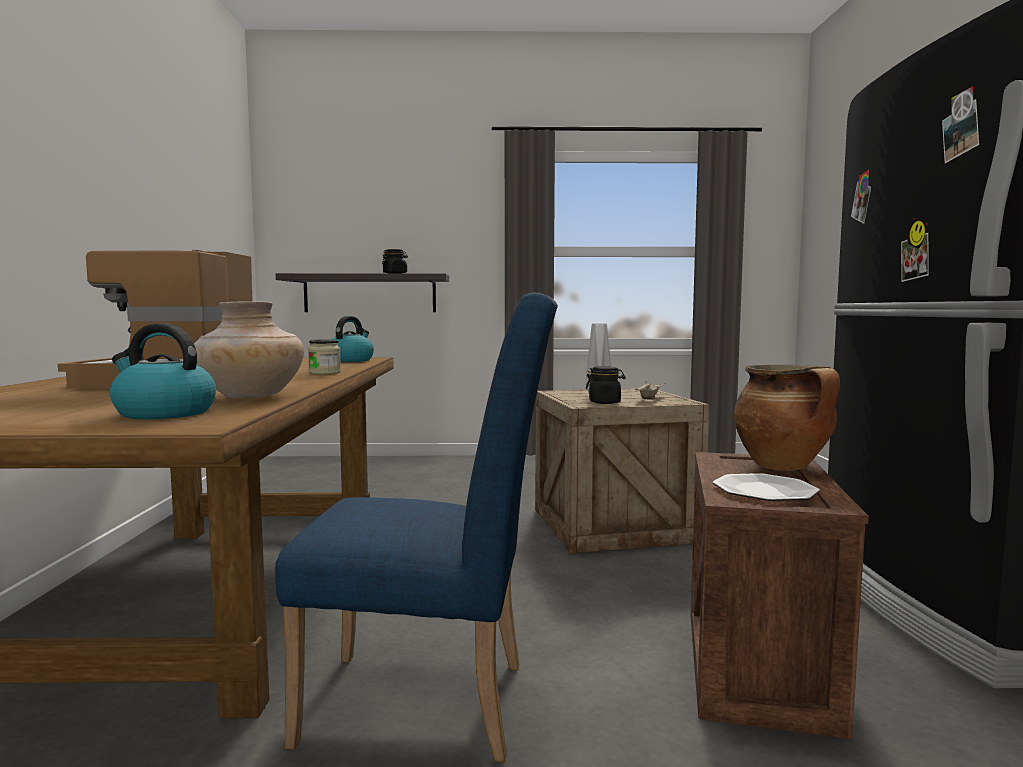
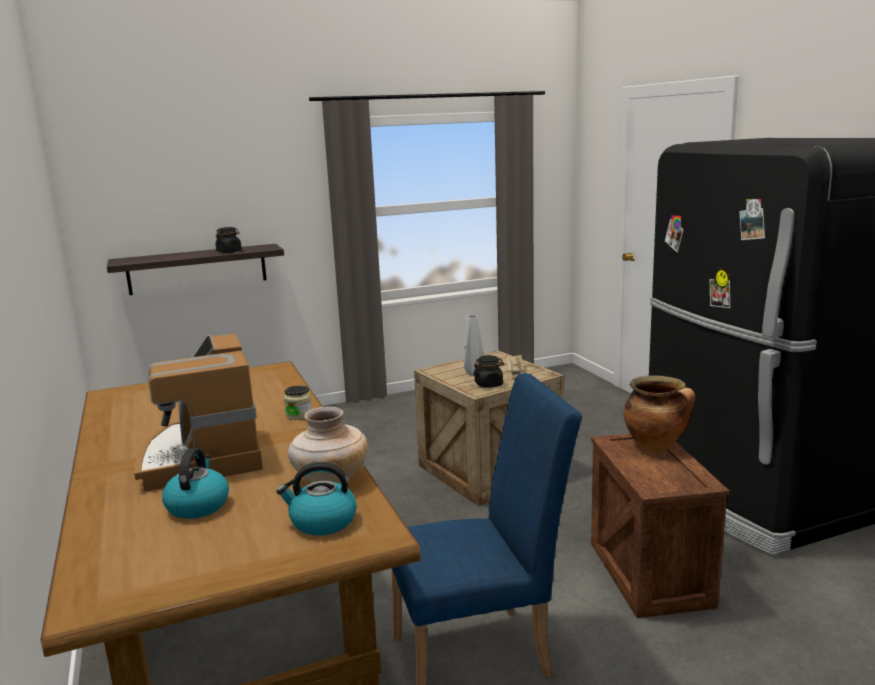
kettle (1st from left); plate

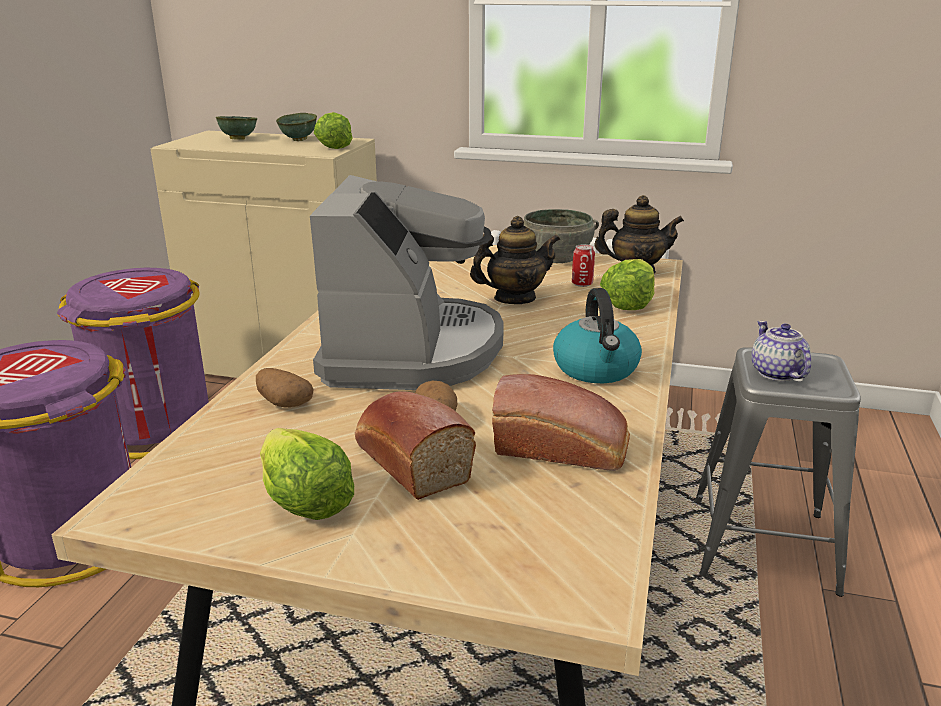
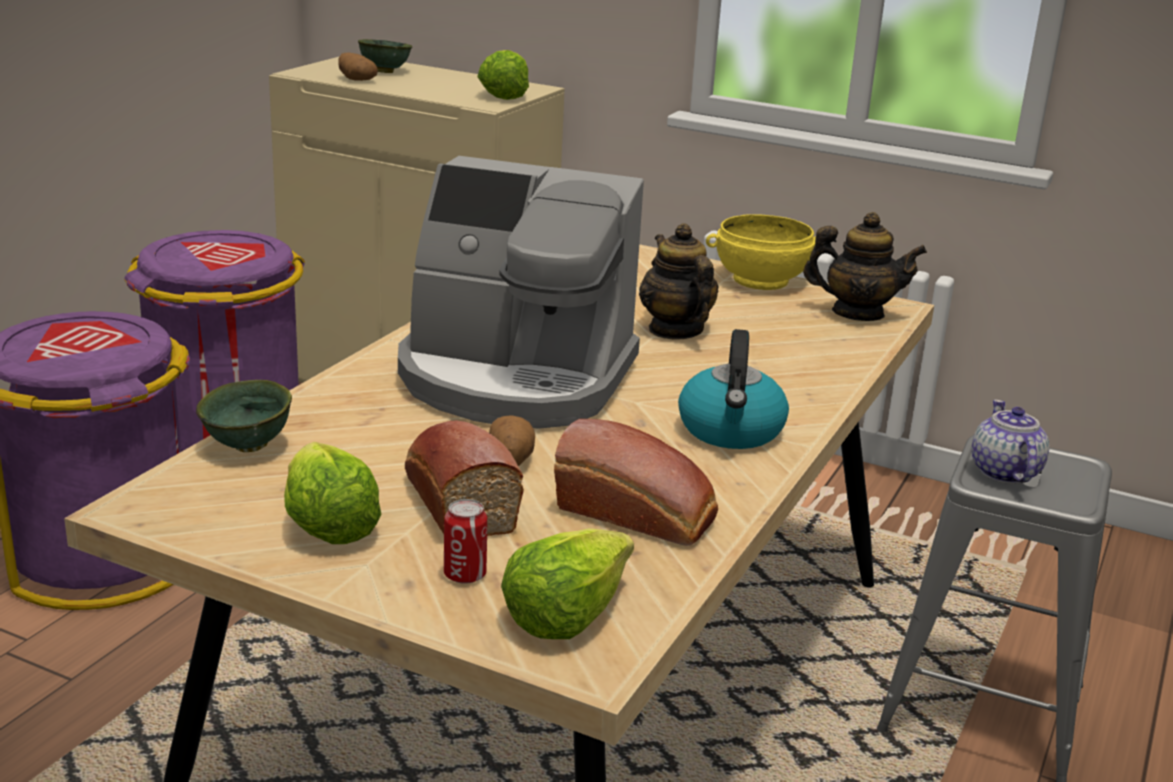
potato (1st from left); green bowl (1st from left); coffee machine; teapot (1st from left); yellow bowl; can; lettuce (3rd from left)

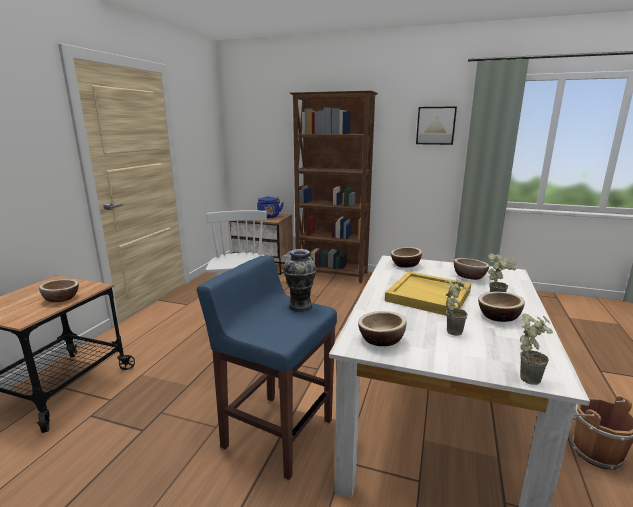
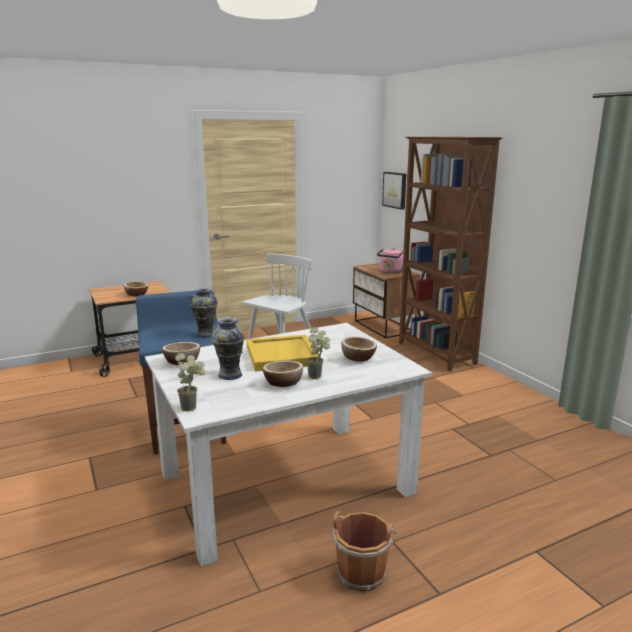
pink kettle; bowl (3rd from left in the first image); picture; vase (2nd from left)

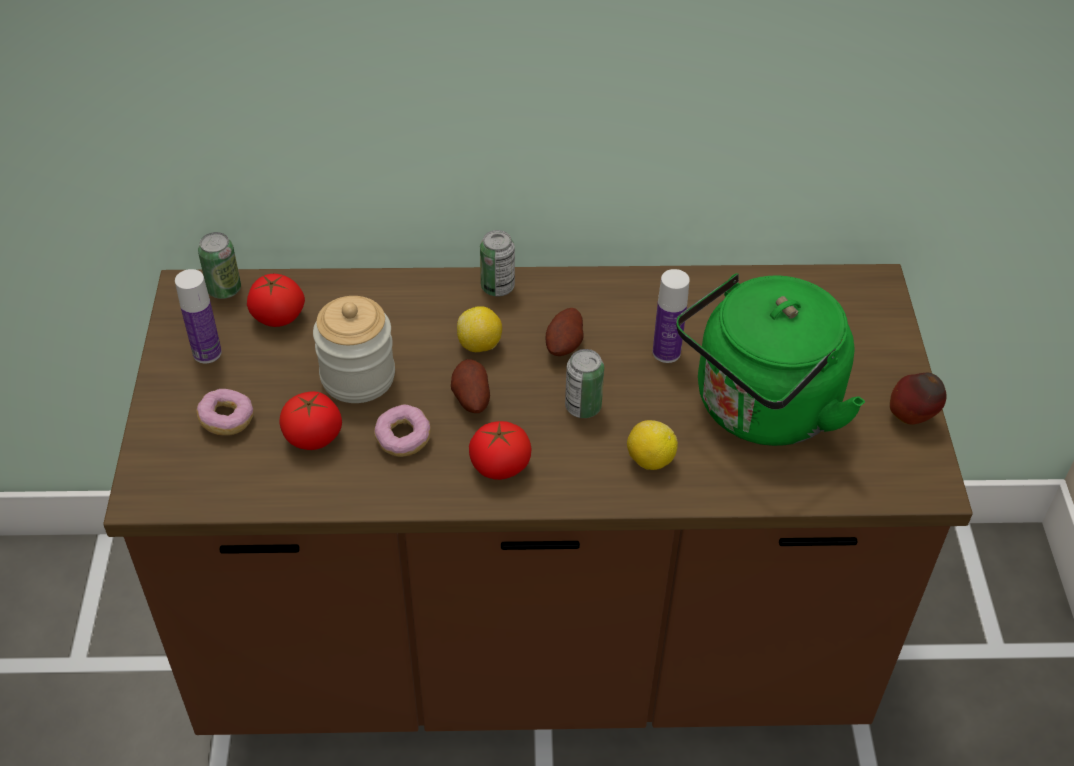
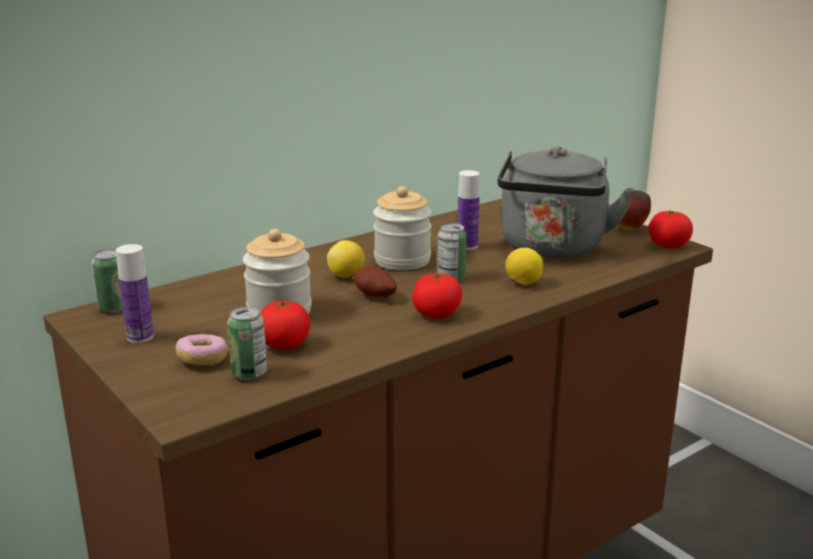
tomato (3rd from left); donut (2nd from left in the first image); can (2nd from left); jar (2nd from left); grey kettle

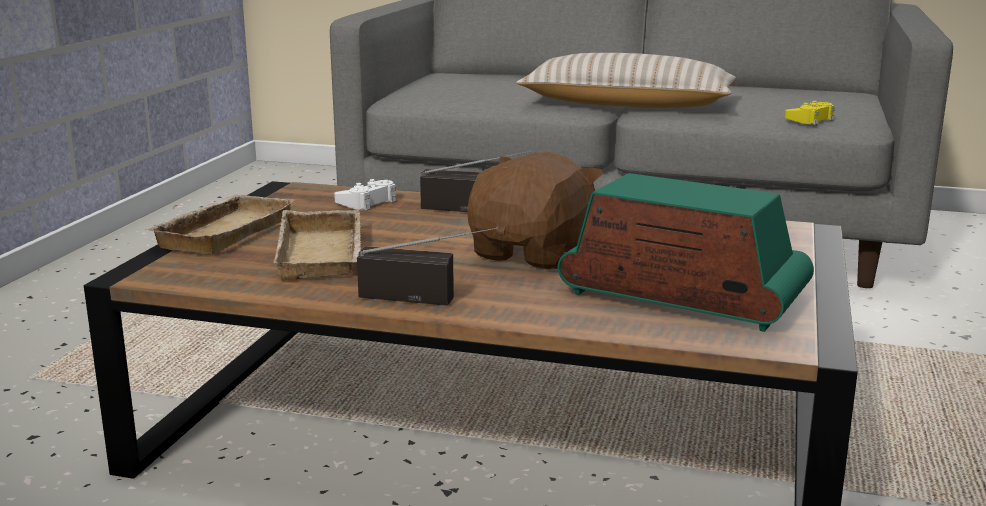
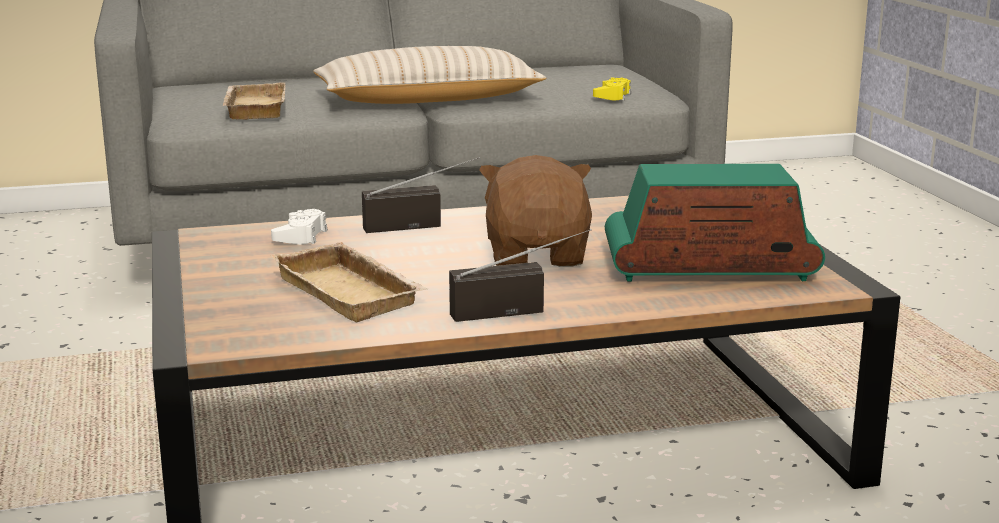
beige tray (1st from left)

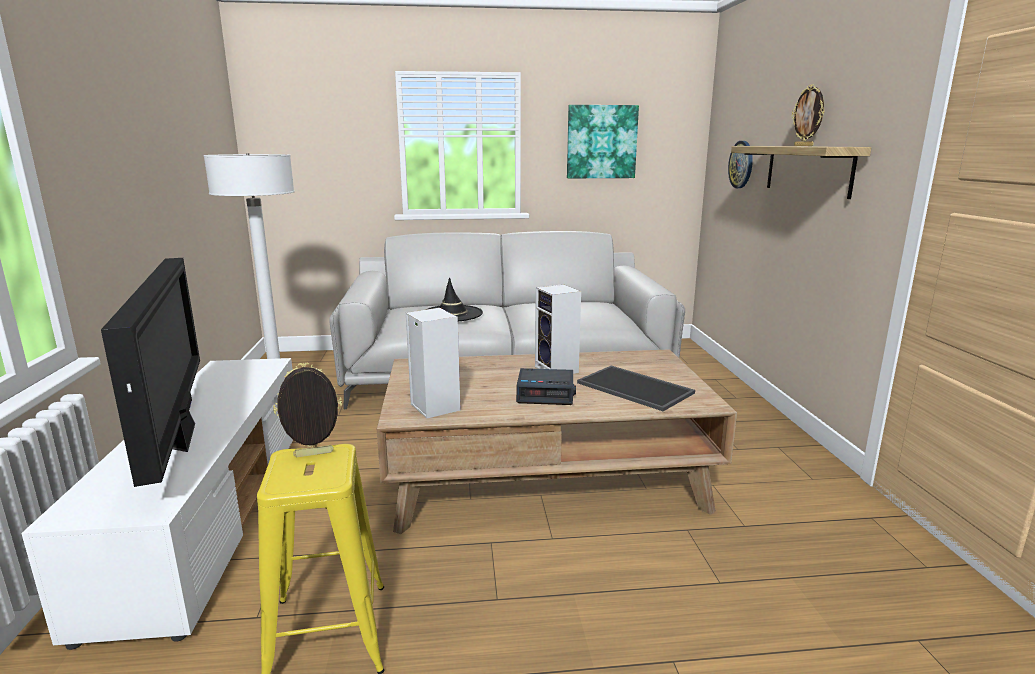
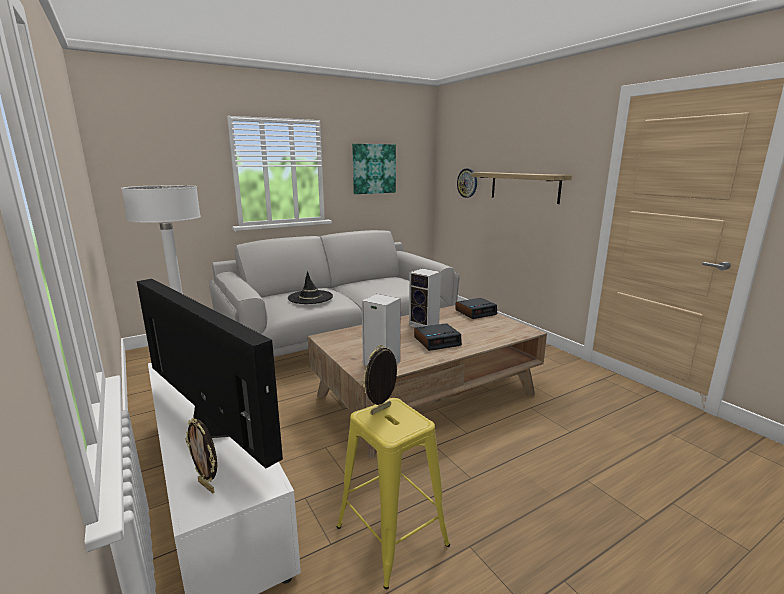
tray; picture frame (1st from left); alarm clock (2nd from left)

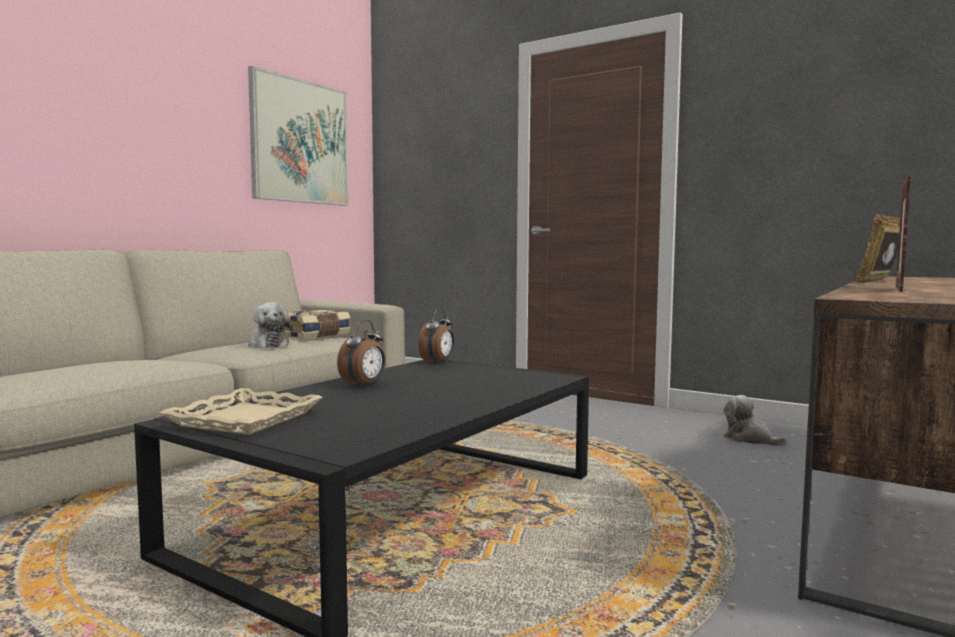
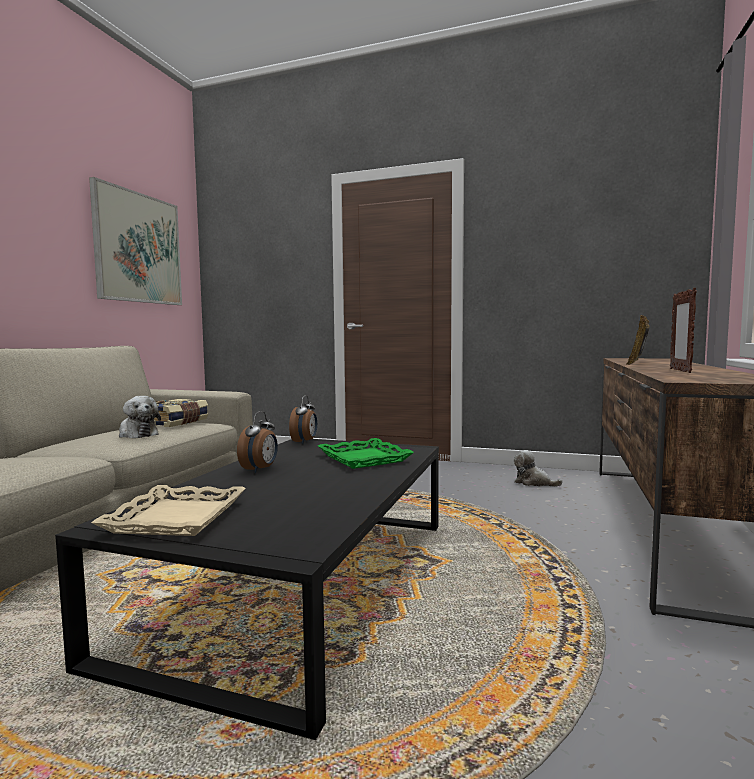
green tray

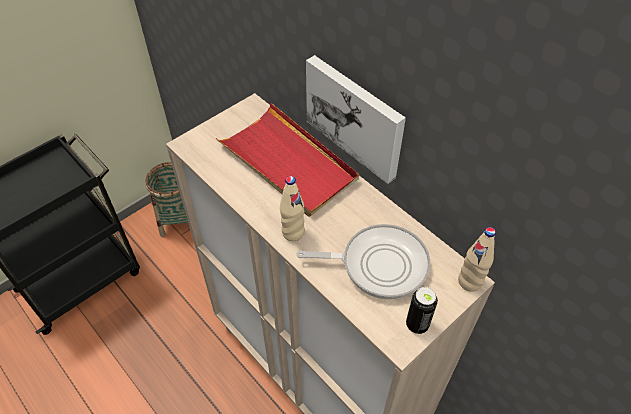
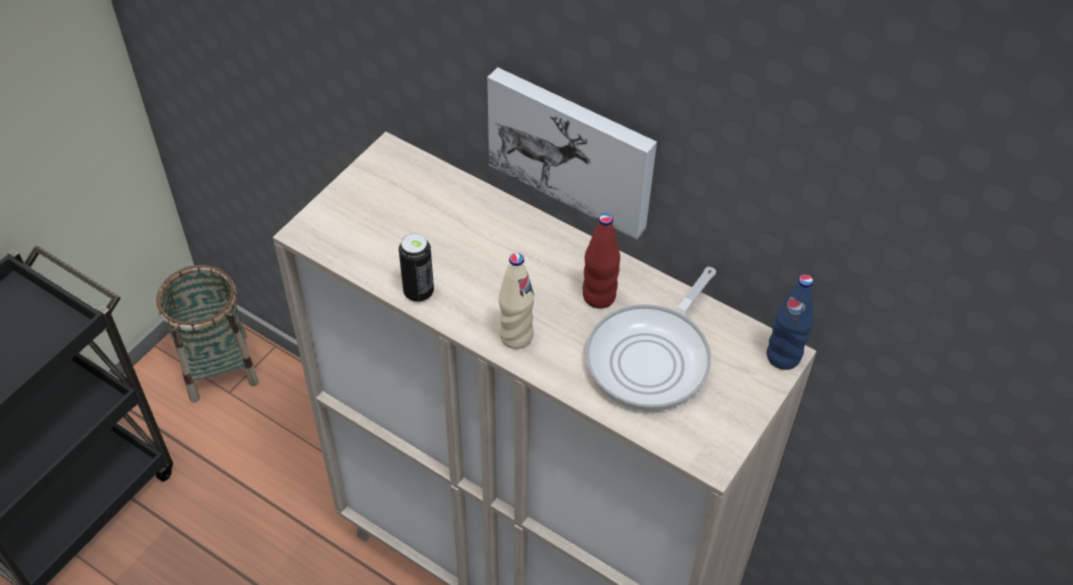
red tray; frying pan; can; blue bottle; red bottle

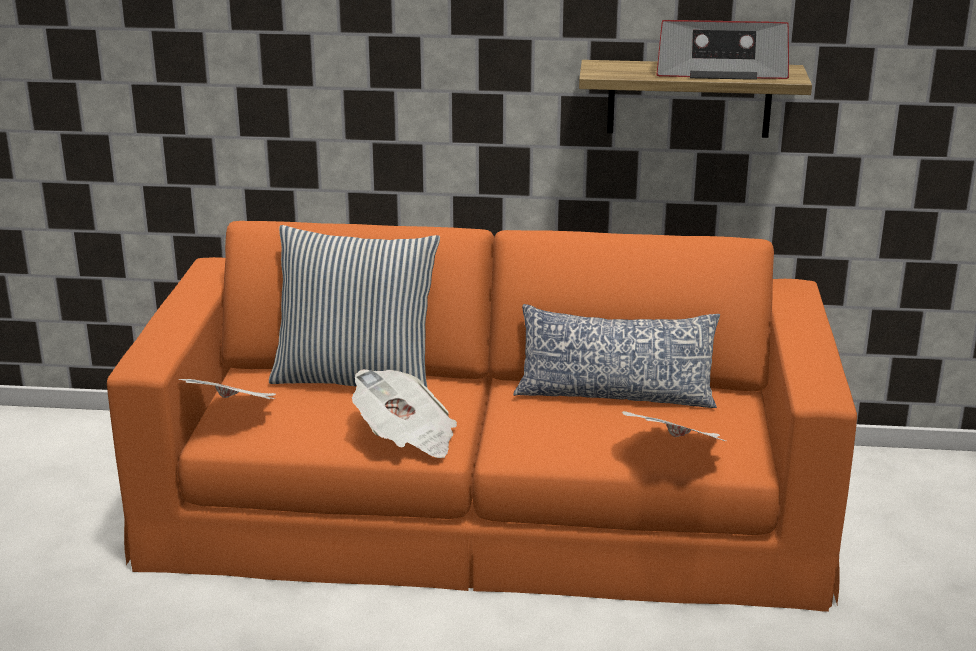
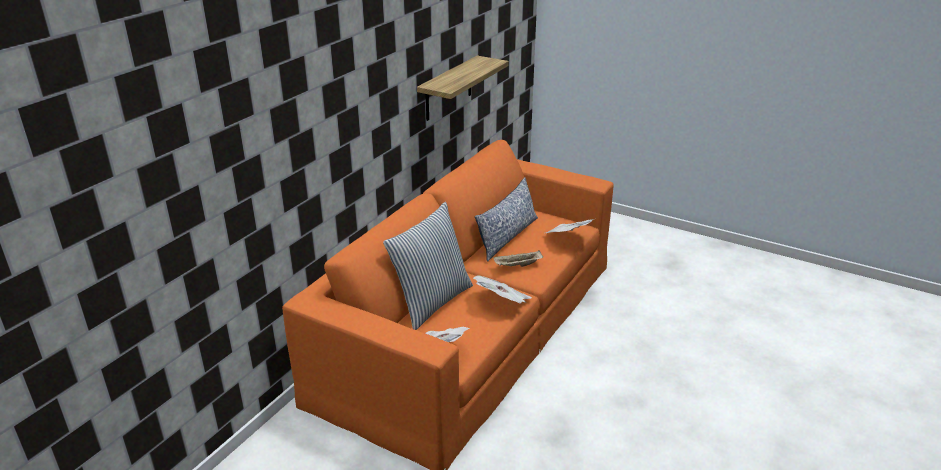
radio; beige tray

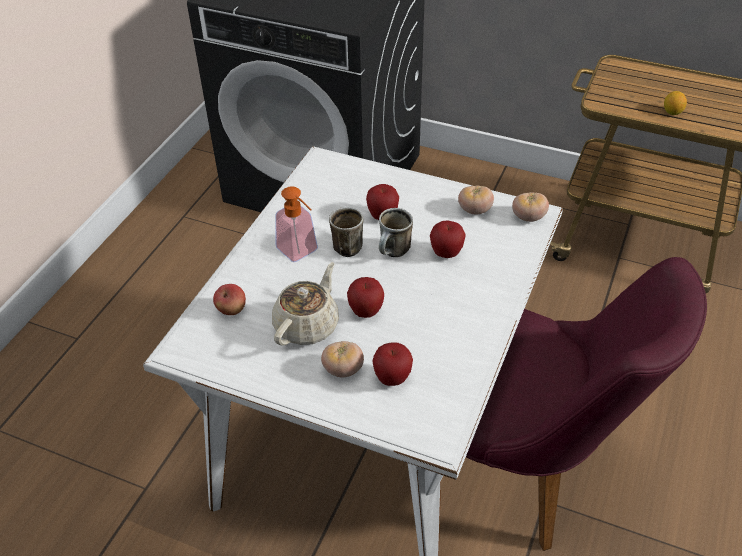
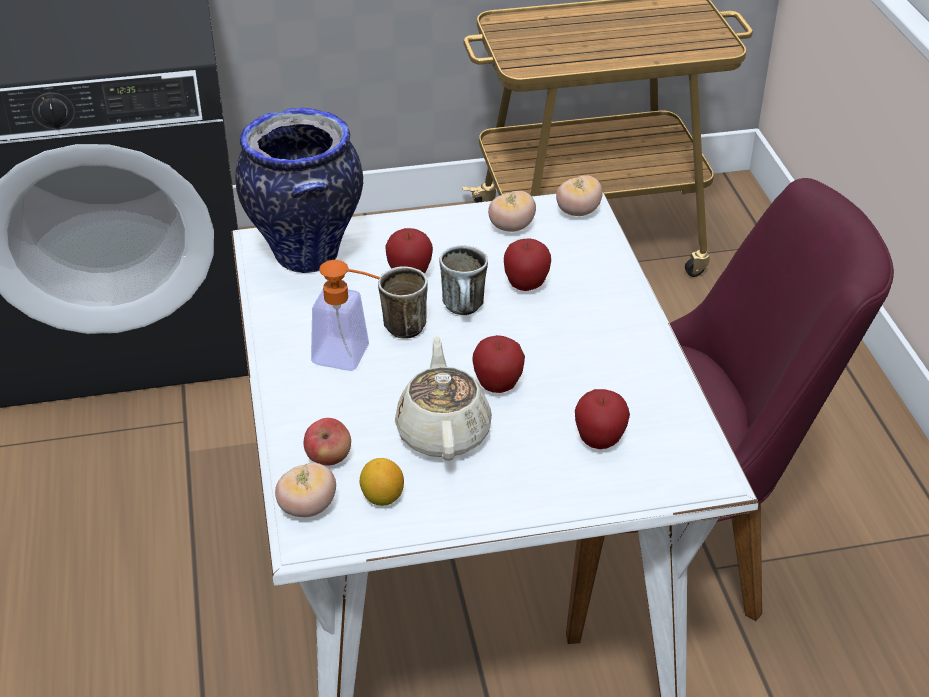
tomato (1st from left); lemon; vase

